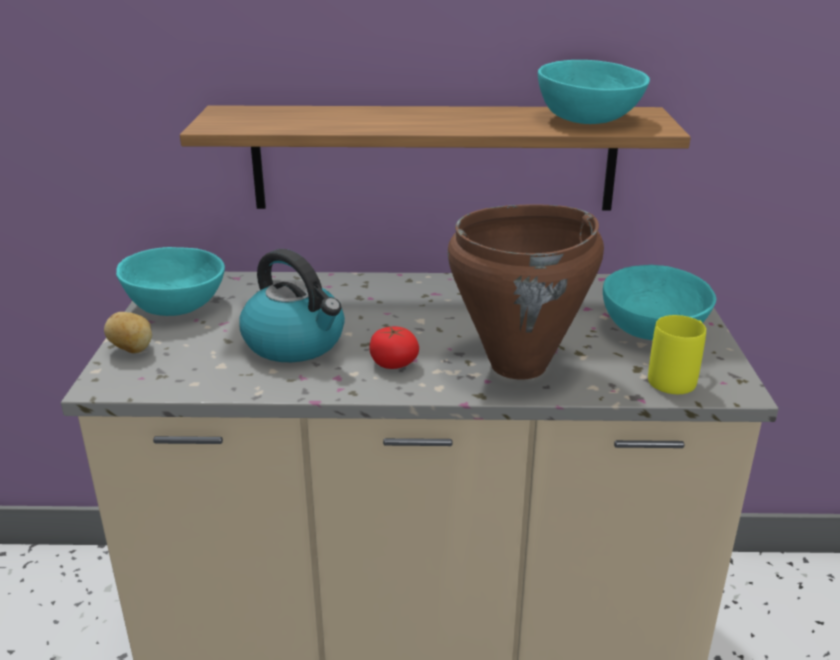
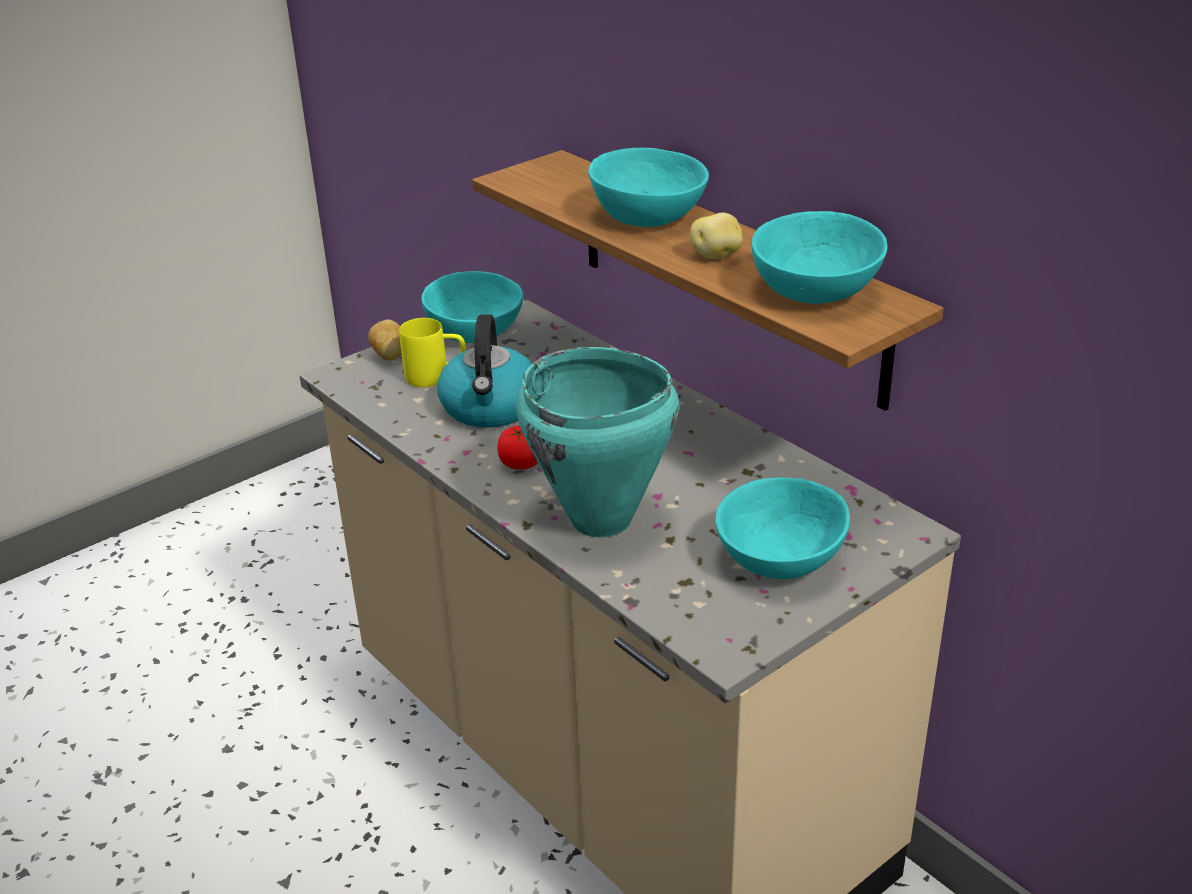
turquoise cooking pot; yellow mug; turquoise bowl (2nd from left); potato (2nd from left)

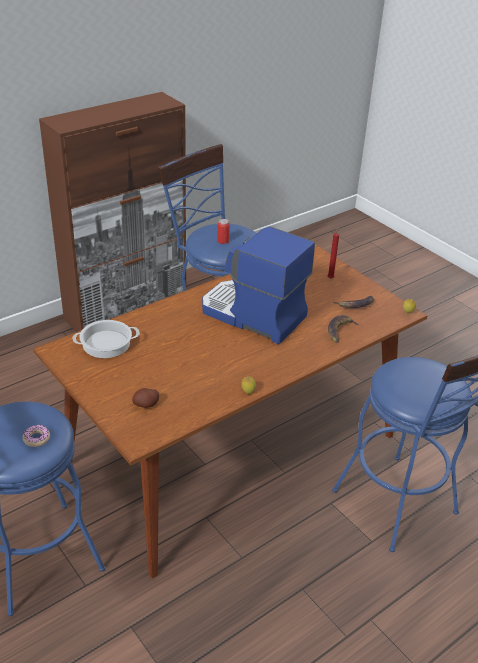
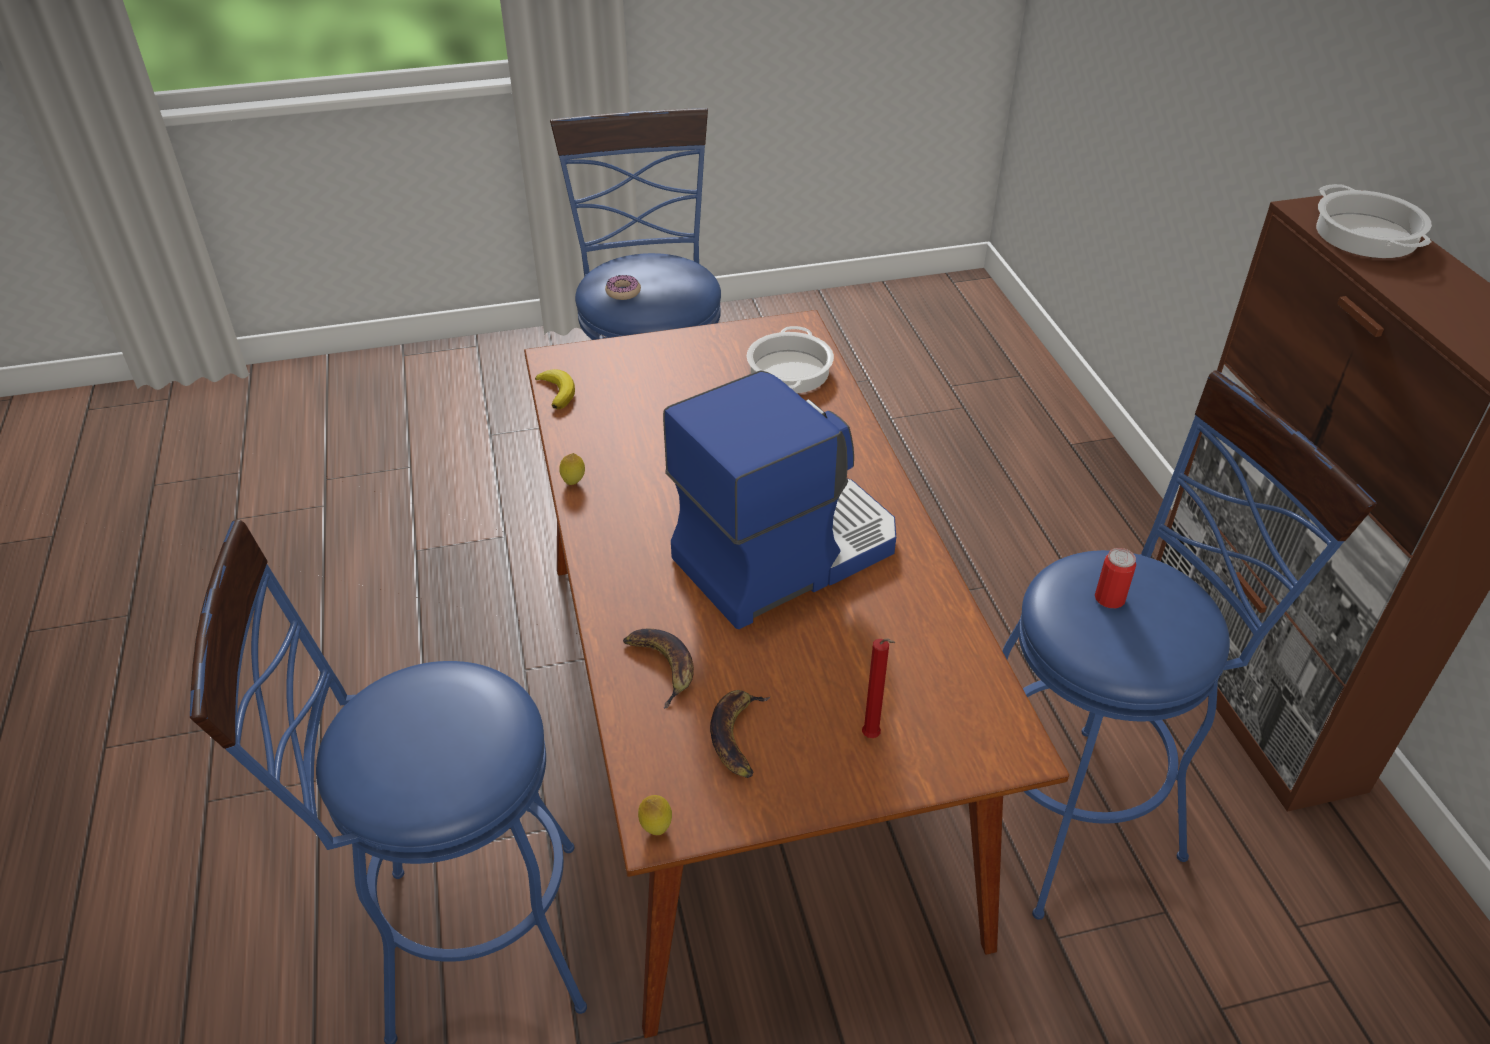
potato; banana (1st from left); cooking pot (2nd from left)

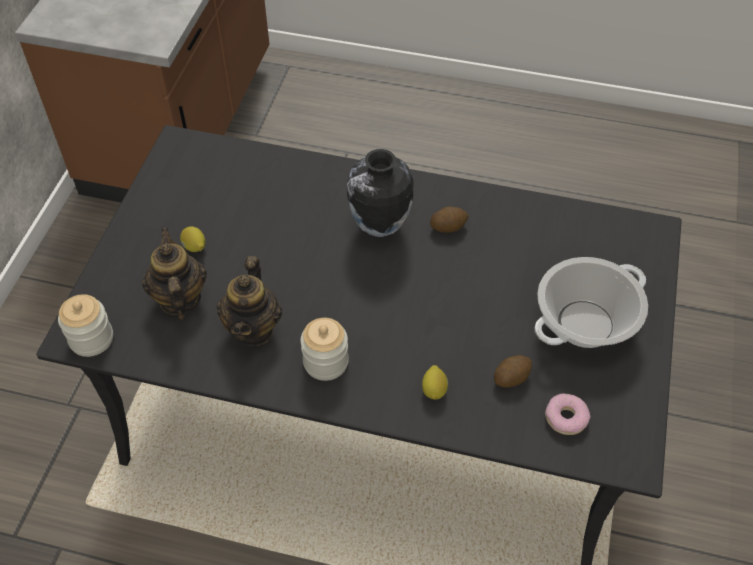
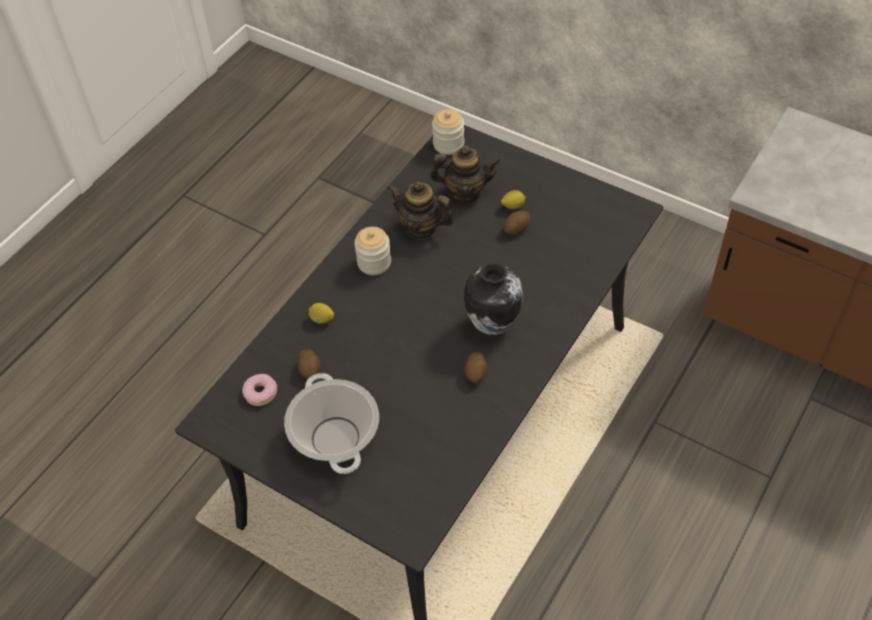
potato (3rd from left)

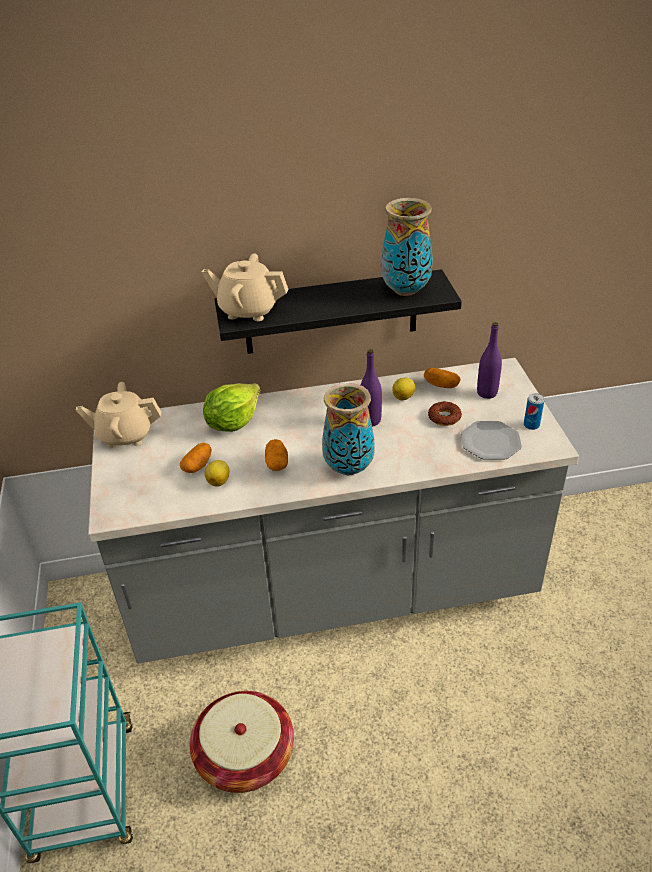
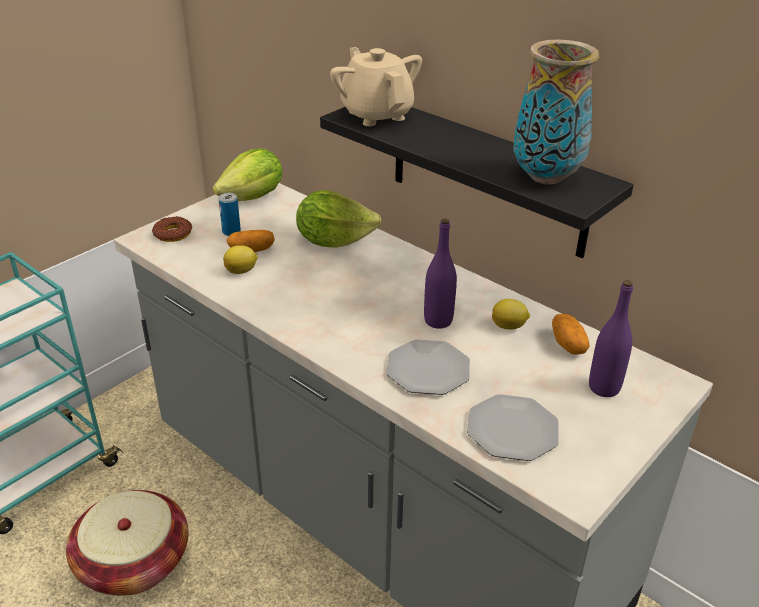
lettuce (1st from left); potato (2nd from left in the first image); vase (1st from left in the first image); donut; can; plate (1st from left)

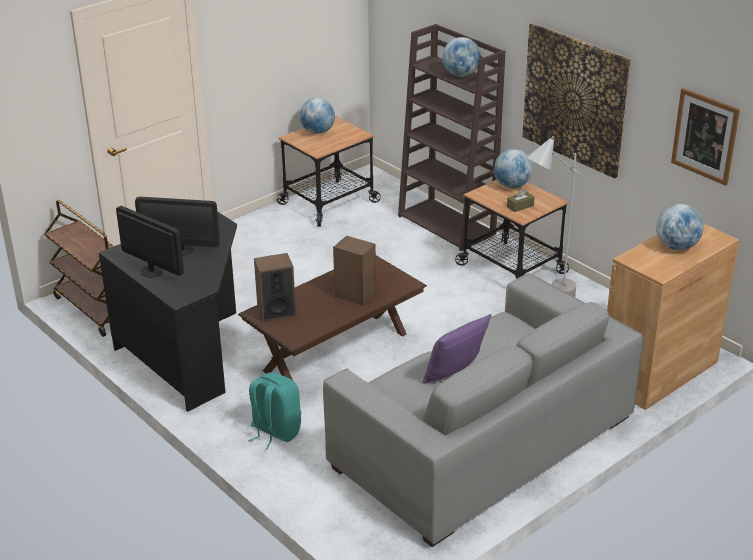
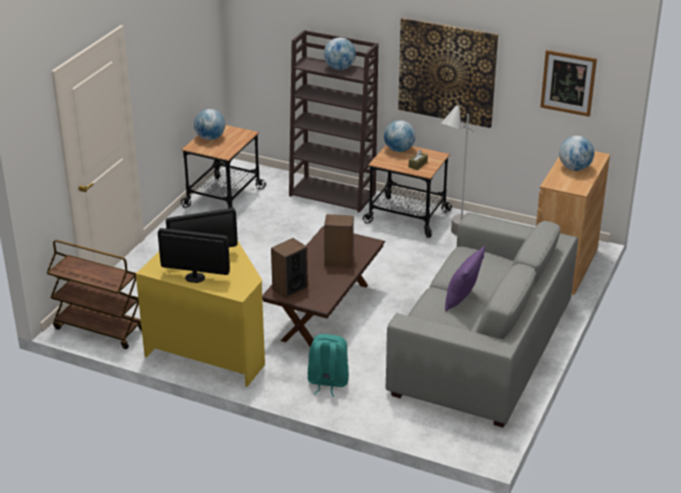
yellow desk

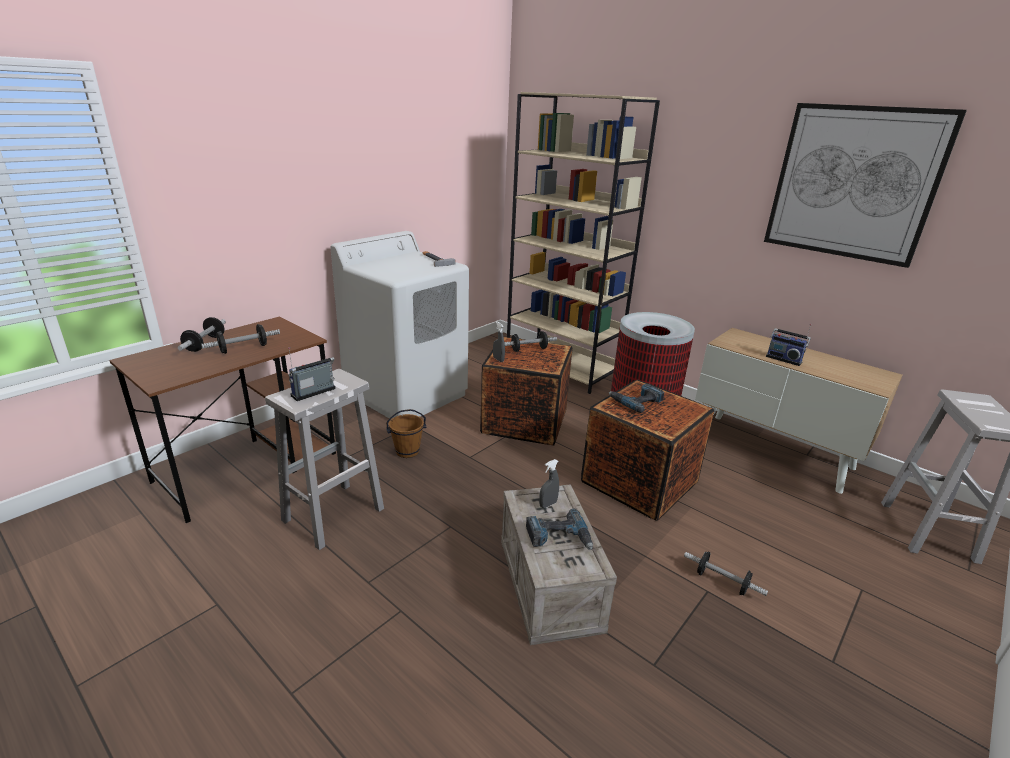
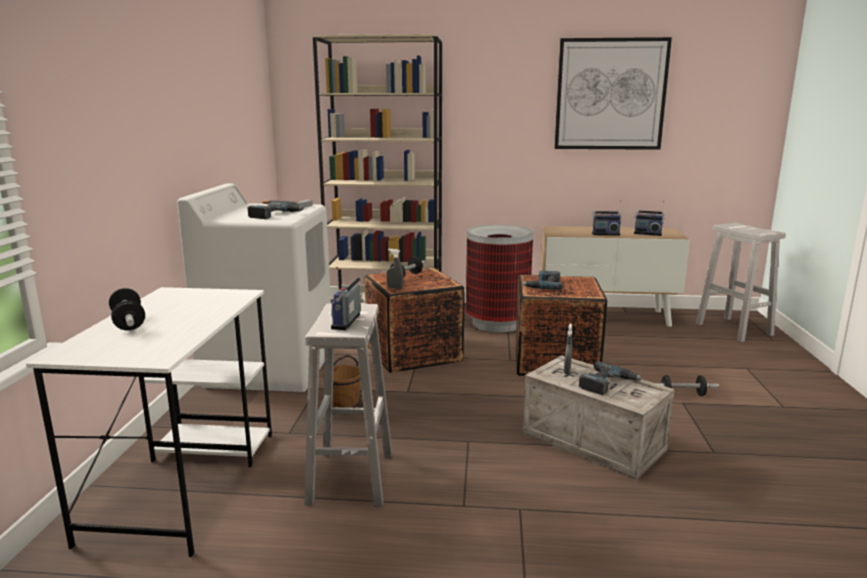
white desk; dumbbell (2nd from left in the first image); power drill (1st from left); radio (3rd from left)

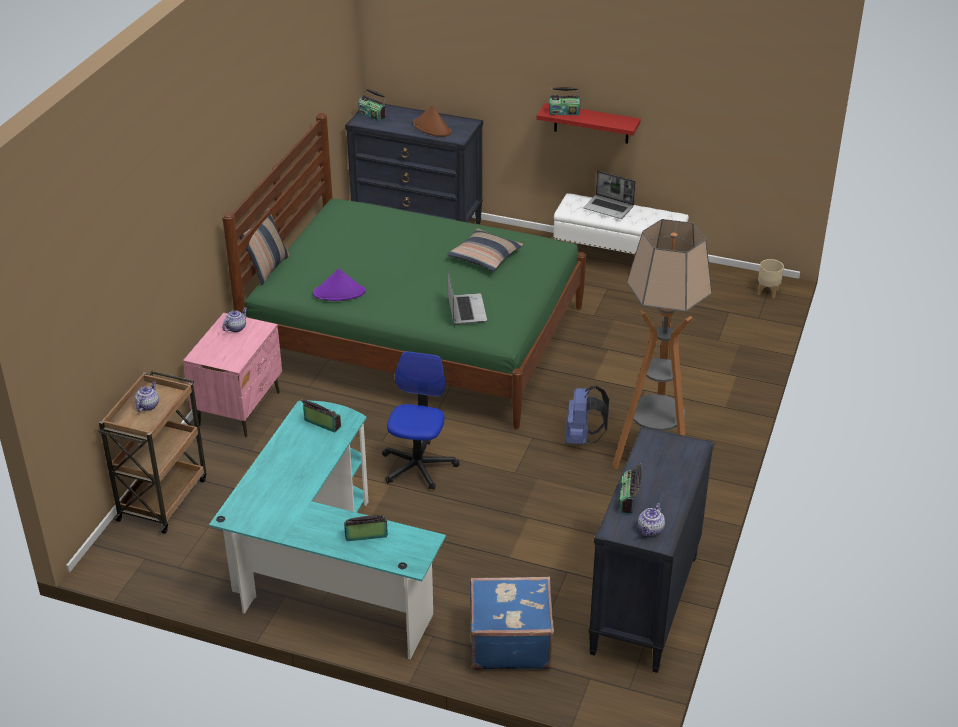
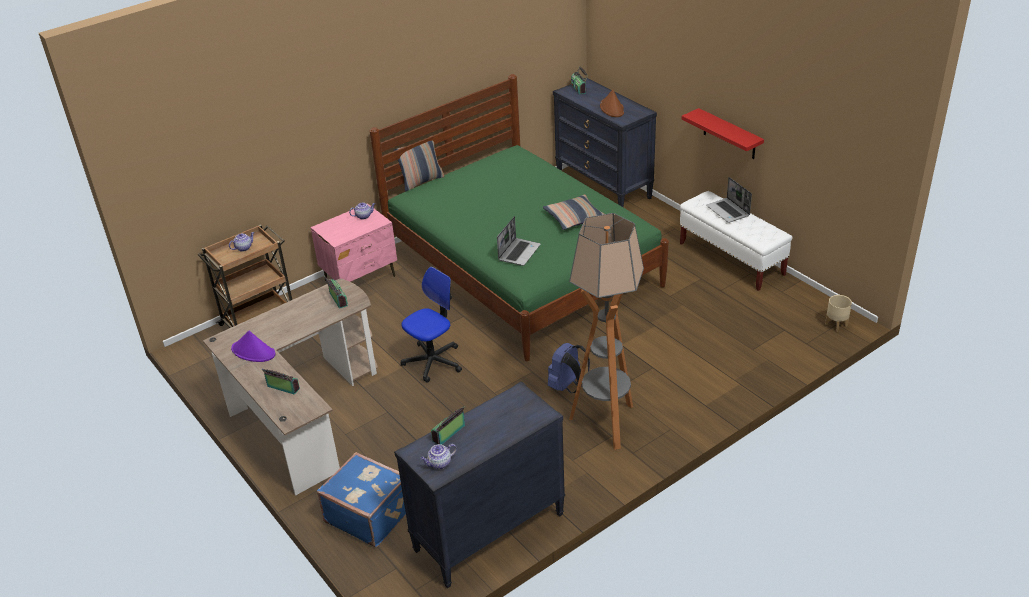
brown desk; purple hat; radio (4th from left in the first image)

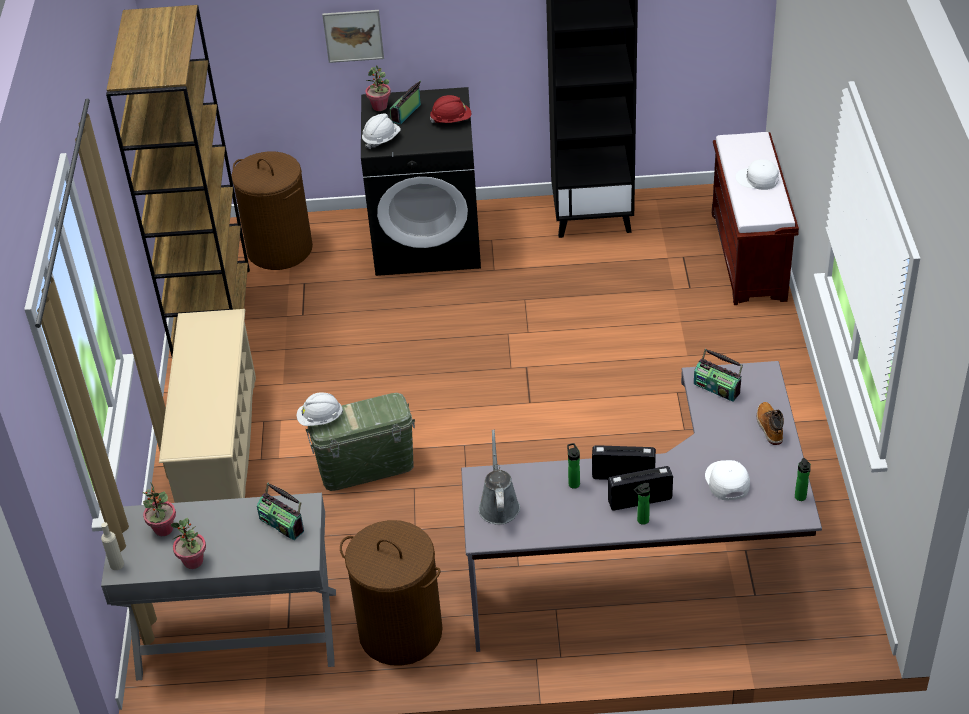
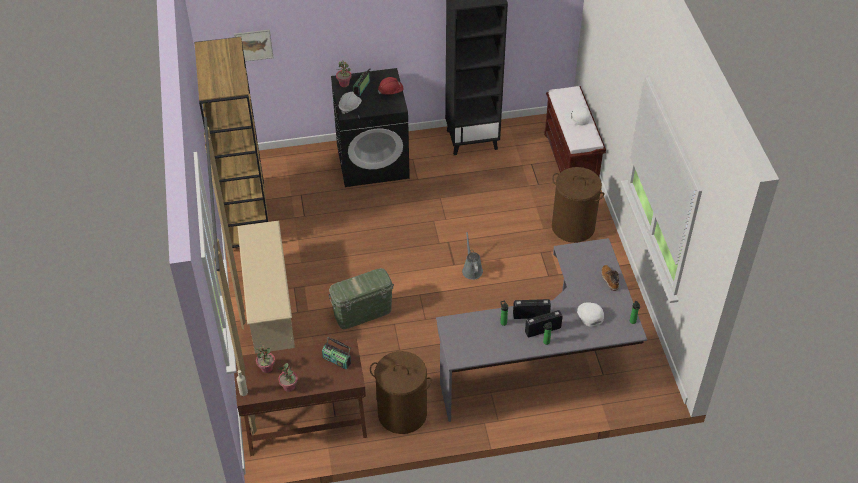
brown desk; brown laundry basket (2nd from left); white hard hat (1st from left in the first image); picture; grey watering can; radio (5th from left in the first image)

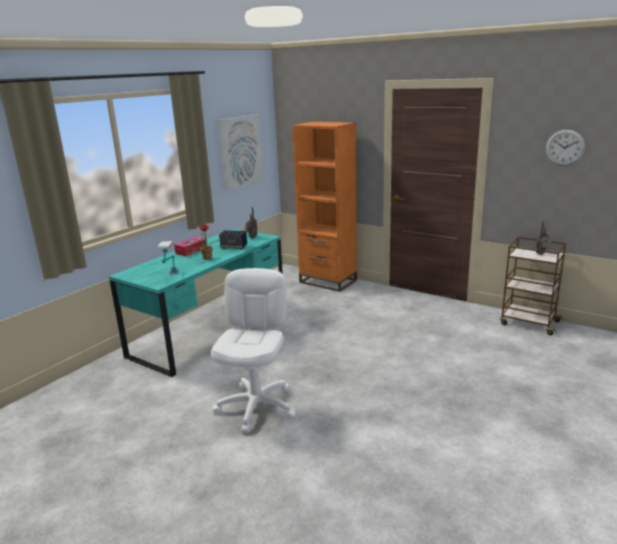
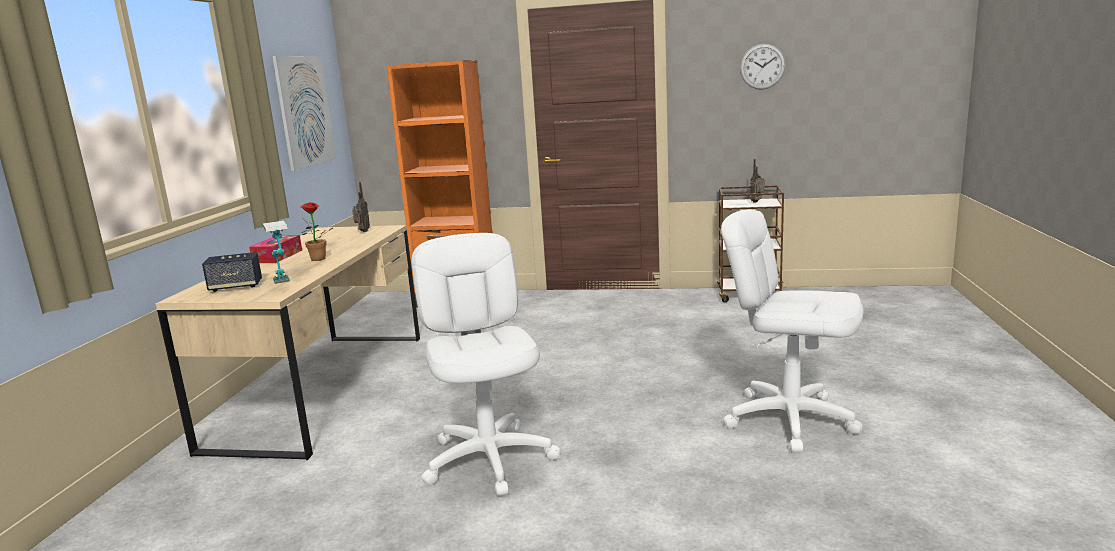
beige desk; speaker; white office chair (2nd from left)

